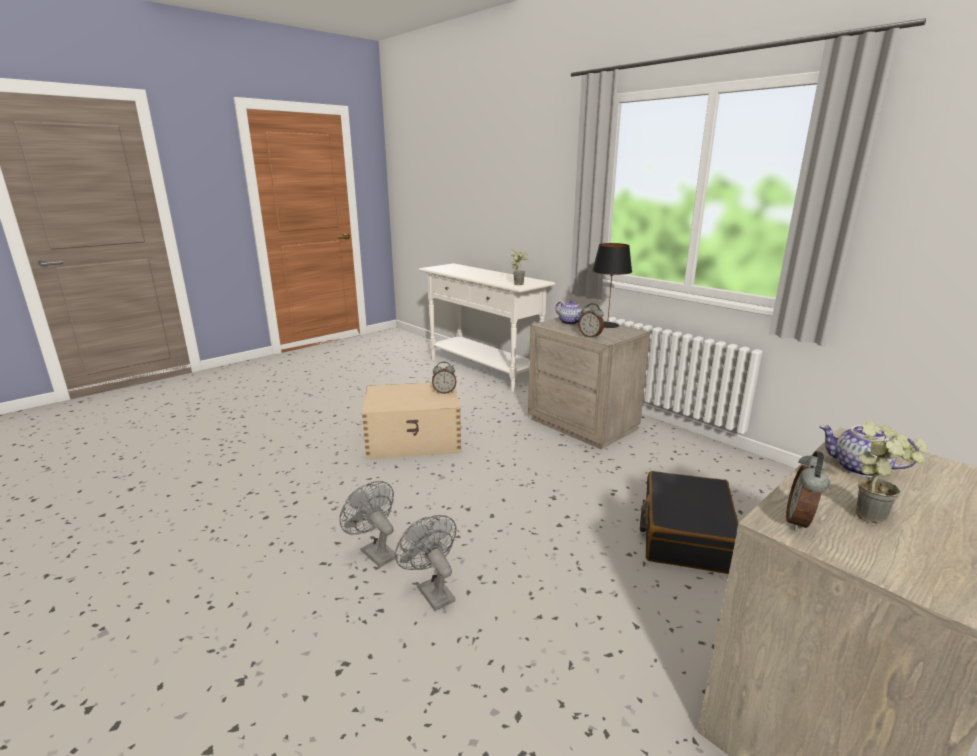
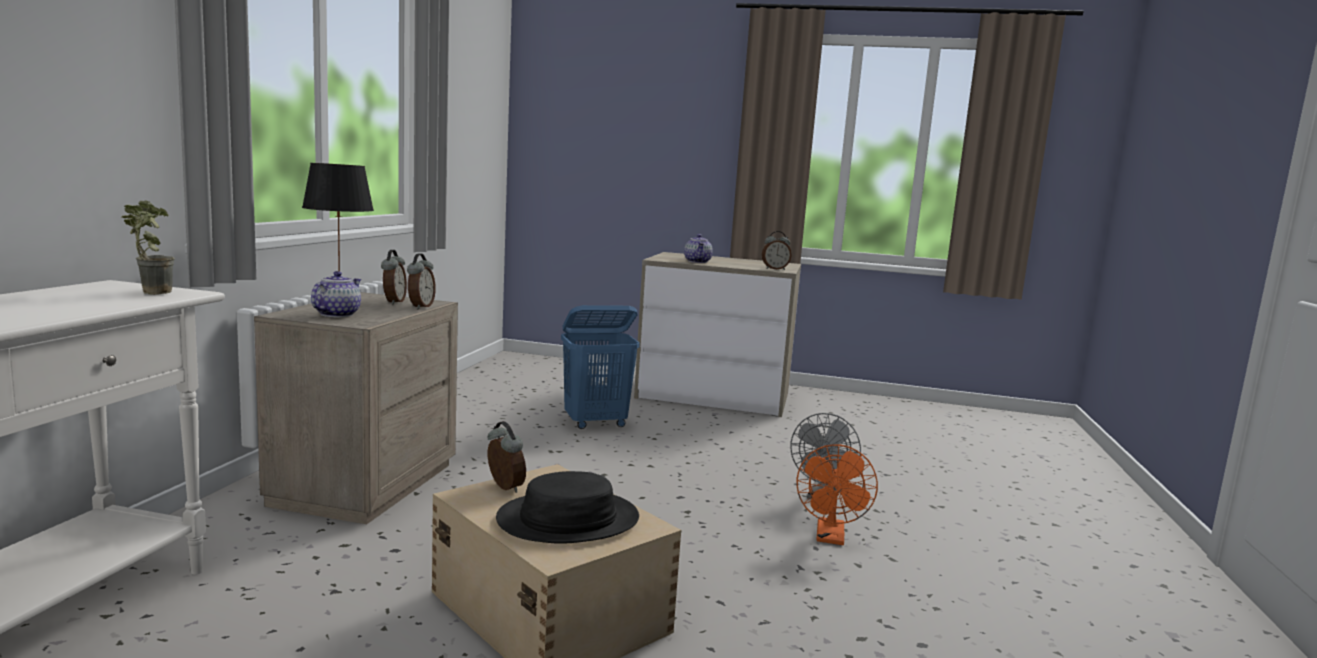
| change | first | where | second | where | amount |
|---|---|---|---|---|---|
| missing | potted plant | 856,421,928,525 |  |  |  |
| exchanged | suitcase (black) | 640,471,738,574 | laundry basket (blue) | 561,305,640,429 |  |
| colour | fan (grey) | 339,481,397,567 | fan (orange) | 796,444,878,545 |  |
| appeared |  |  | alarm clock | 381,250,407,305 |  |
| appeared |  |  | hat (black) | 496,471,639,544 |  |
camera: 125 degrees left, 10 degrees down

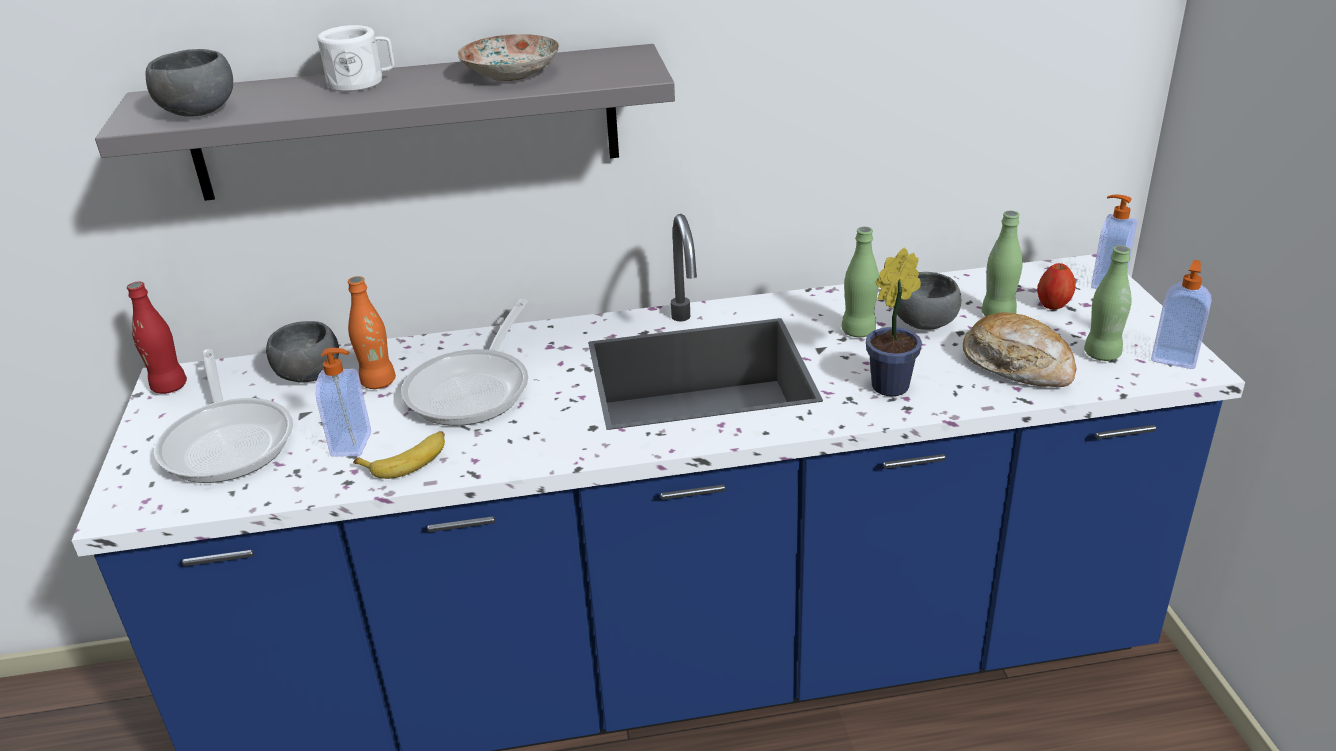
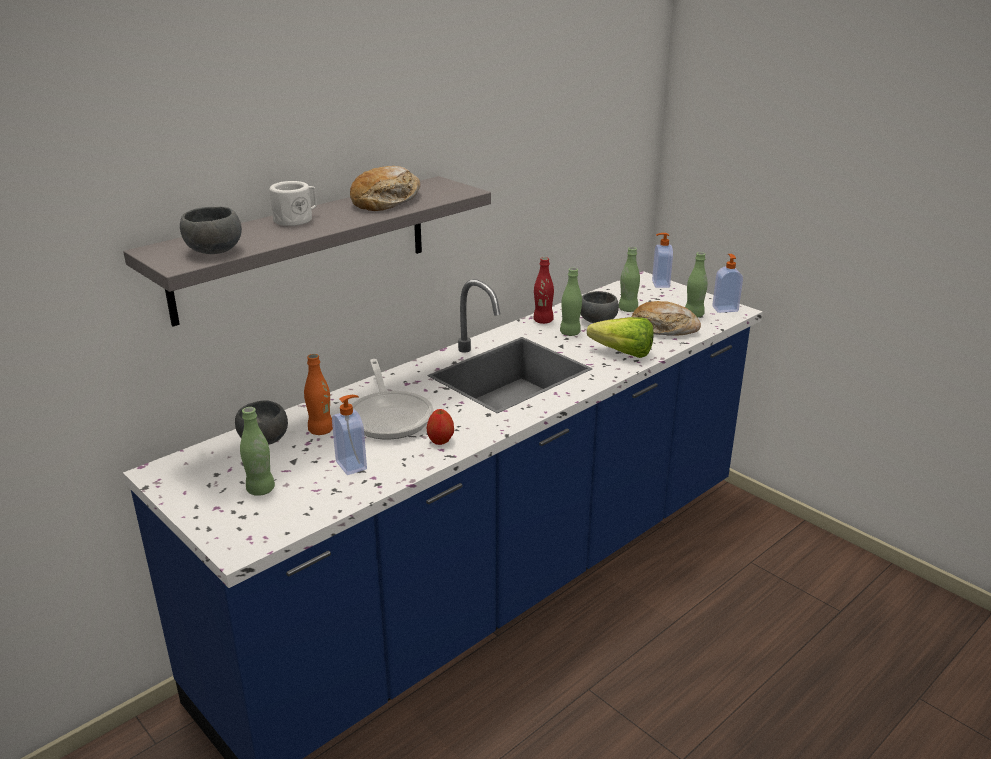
| change | first | where | second | where | amount |
|---|---|---|---|---|---|
| exchanged | plate | 457,34,559,81 | bread | 350,166,421,211 |  |
| exchanged | potted plant | 866,248,922,396 | lettuce | 587,317,654,358 |  |
| relocated | apple | 1037,263,1076,309 |  | 427,409,454,445 |  |
| relocated | bottle (red) | 127,282,187,394 |  | 533,257,554,324 |  |
| exchanged | frying pan | 154,349,293,483 | bottle (green) | 240,407,275,496 |  |
| missing | banana | 353,431,445,479 |  |  |  |
camera: 35 degrees left, 5 degrees down

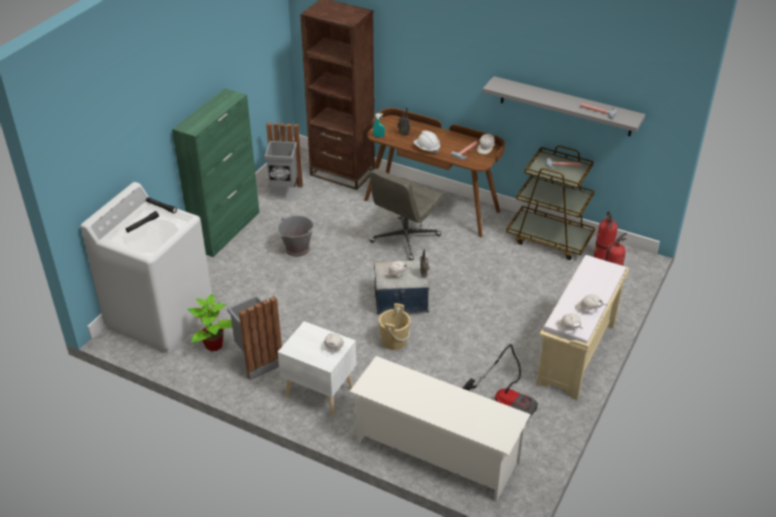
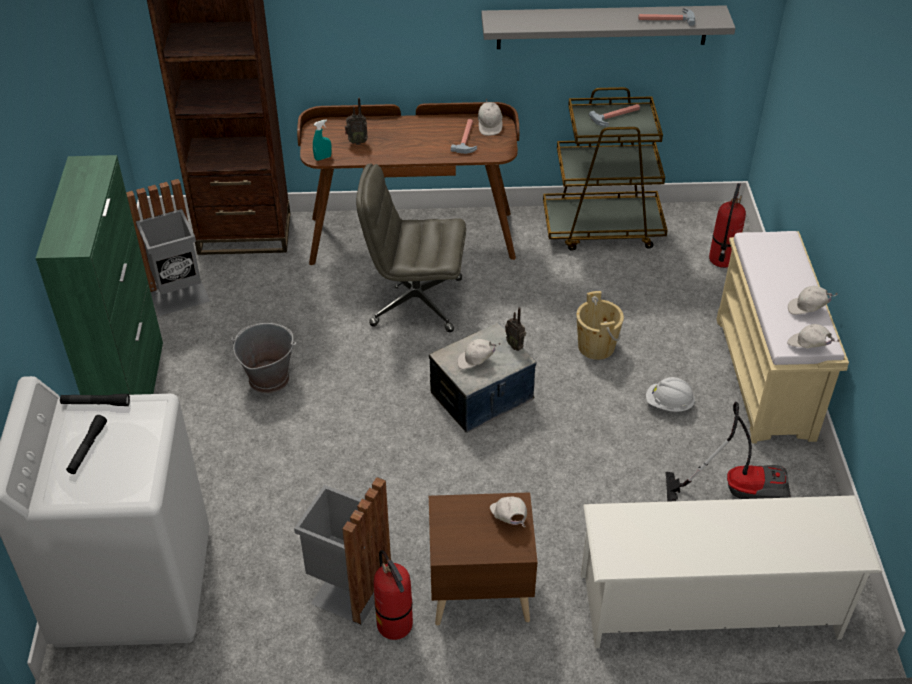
| change | first | where | second | where | amount |
|---|---|---|---|---|---|
| relocated | hard hat (white) | 413,131,440,153 |  | 646,377,695,412 |  |
| spun | office chair (grey) | 370,169,443,260 |  | 356,164,466,332 | 90 degrees clockwise |
| relocated | fire extinguisher | 594,211,617,260 |  | 374,550,413,640 |  |
| missing | potted plant | 187,294,232,351 |  |  |  |
| relocated | bucket (beige) | 378,303,411,350 |  | 576,291,624,360 |  |
| colour | nightstand (white) | 278,321,356,416 | nightstand (brown) | 429,492,537,625 |  |
camera: 30 degrees left, 5 degrees up

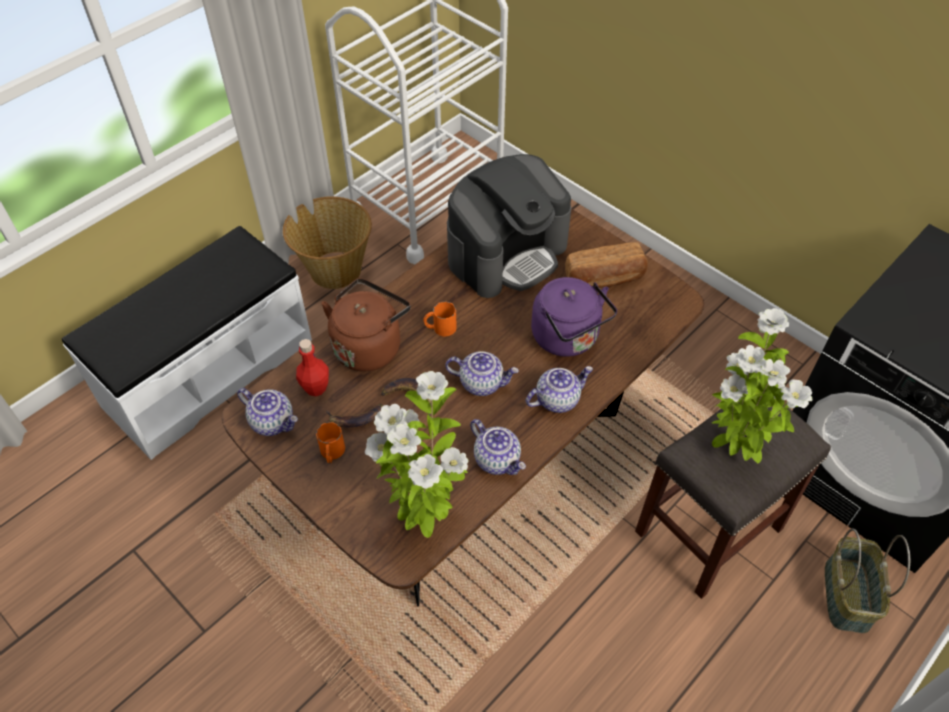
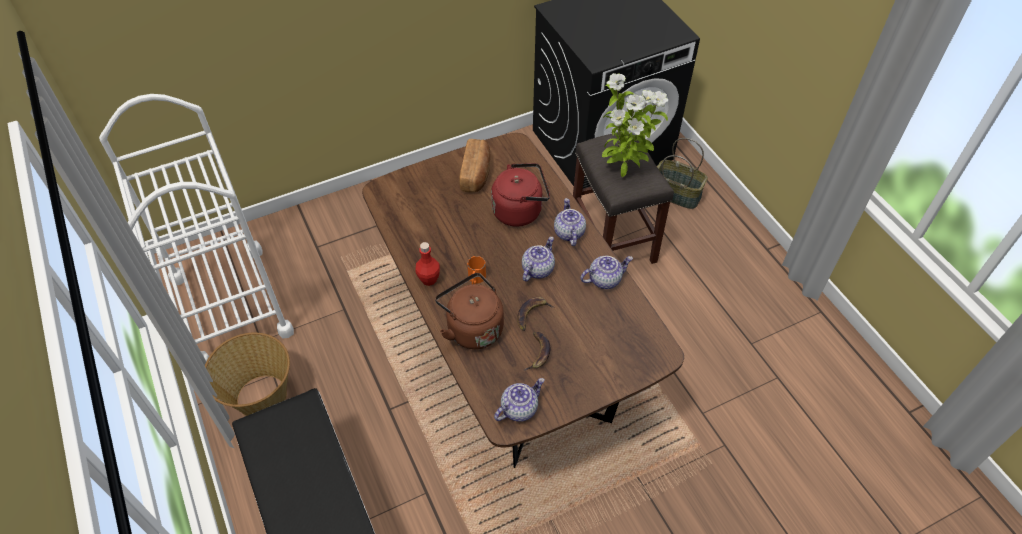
| change | first | where | second | where | amount |
|---|---|---|---|---|---|
| missing | coffee machine | 447,154,571,298 |  |  |  |
| colour | kettle (purple) | 531,277,617,357 | kettle (red) | 491,163,550,227 |  |
| relocated | bottle (red) | 296,339,329,396 |  | 415,242,440,286 |  |
| missing | potted plant | 365,371,469,538 |  |  |  |
| missing | mug (orange) | 316,422,345,464 |  |  |  |
camera: 70 degrees left, 0 degrees up

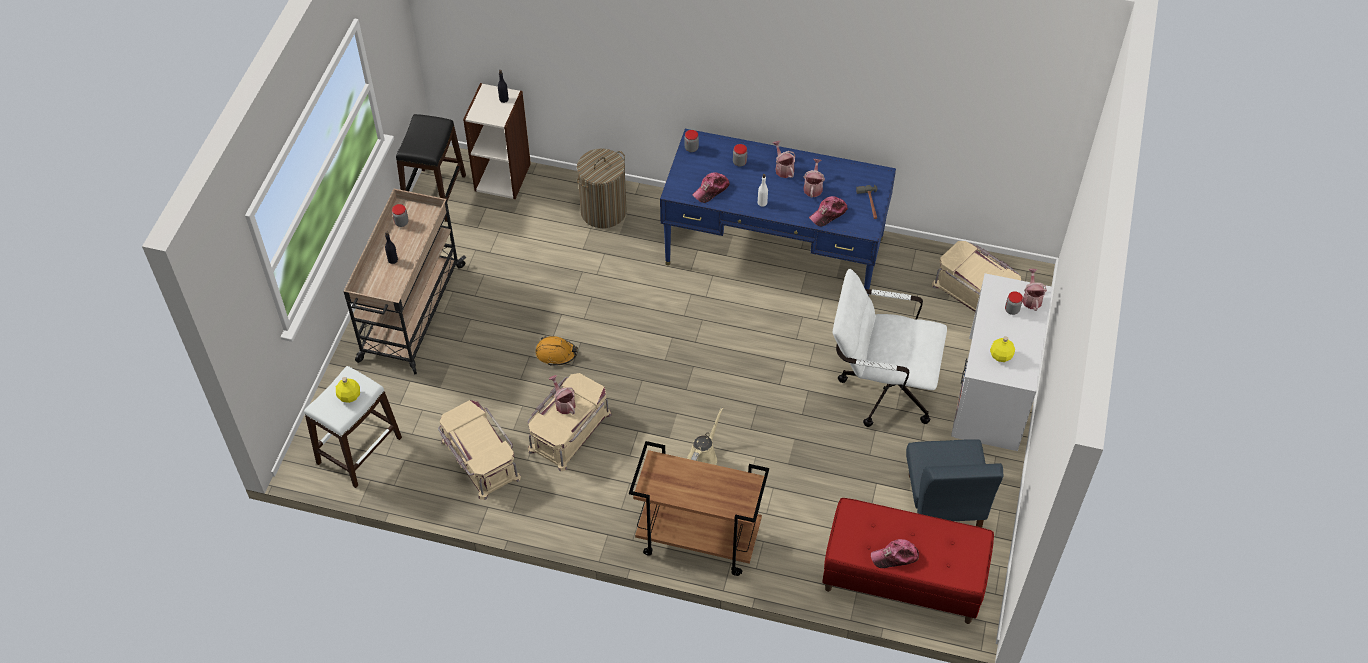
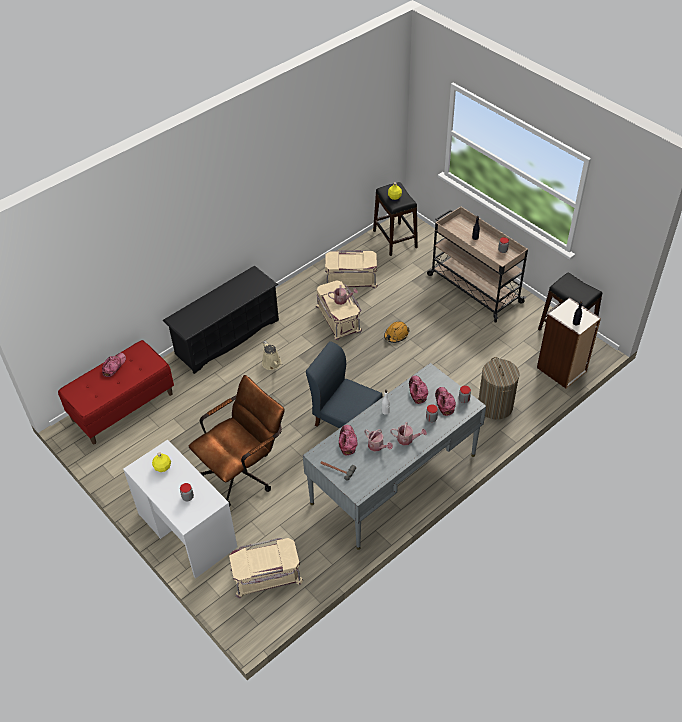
| change | first | where | second | where | amount |
|---|---|---|---|---|---|
| colour | desk (blue) | 660,129,896,295 | desk (grey) | 303,363,486,550 |  |
| colour | office chair (white) | 833,269,947,427 | office chair (brown) | 188,375,284,507 |  |
| missing | watering can | 1022,269,1047,311 |  |  |  |
| colour | stool (white) | 304,366,402,488 | stool (black) | 373,182,418,256 |  |
| relocated | chair (blue) | 906,439,1003,528 |  | 306,341,383,428 |  |
| exchanged | cart (brown) | 629,441,769,576 | shoe rack (black) | 163,265,279,374 |  |
| appeared |  |  | cap | 435,387,456,416 |  |
camera: 125 degrees right, 5 degrees down

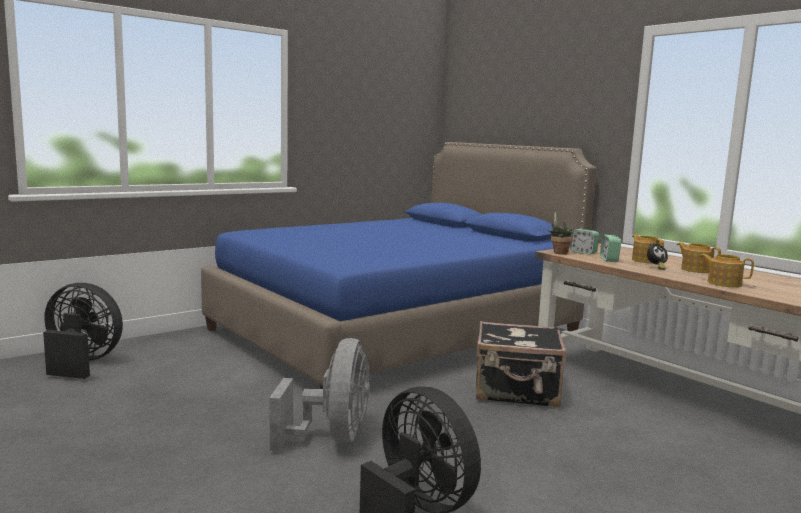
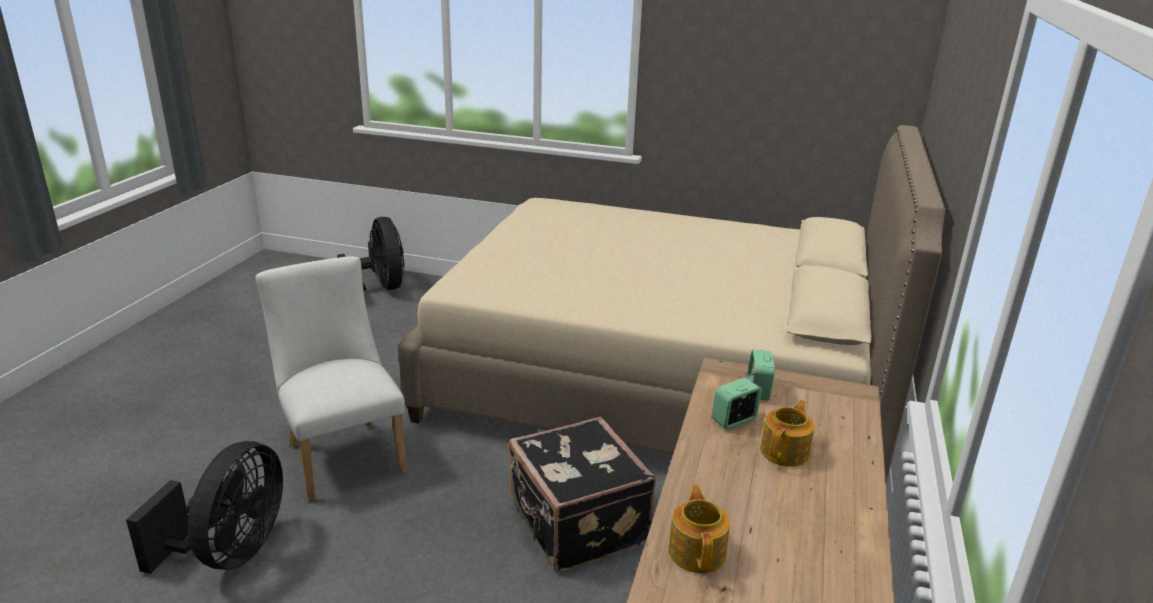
| change | first | where | second | where | amount |
|---|---|---|---|---|---|
| colour | bed (blue) | 201,142,597,389 | bed (beige) | 398,125,945,484 |  |
| missing | potted plant | 548,212,574,255 |  |  |  |
| missing | alarm clock | 647,242,668,270 |  |  |  |
| missing | teapot | 677,242,721,273 |  |  |  |
| exchanged | fan (grey) | 269,338,370,451 | chair (white) | 256,256,407,501 |  |
camera: 55 degrees right, 15 degrees up

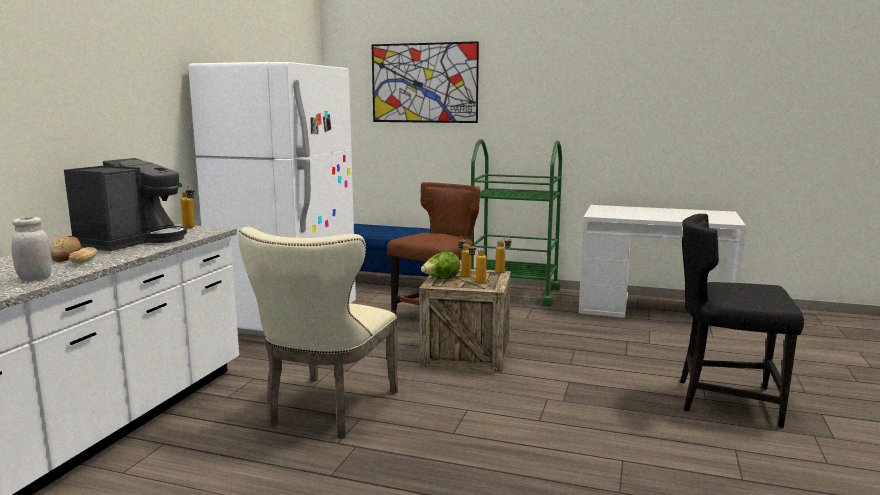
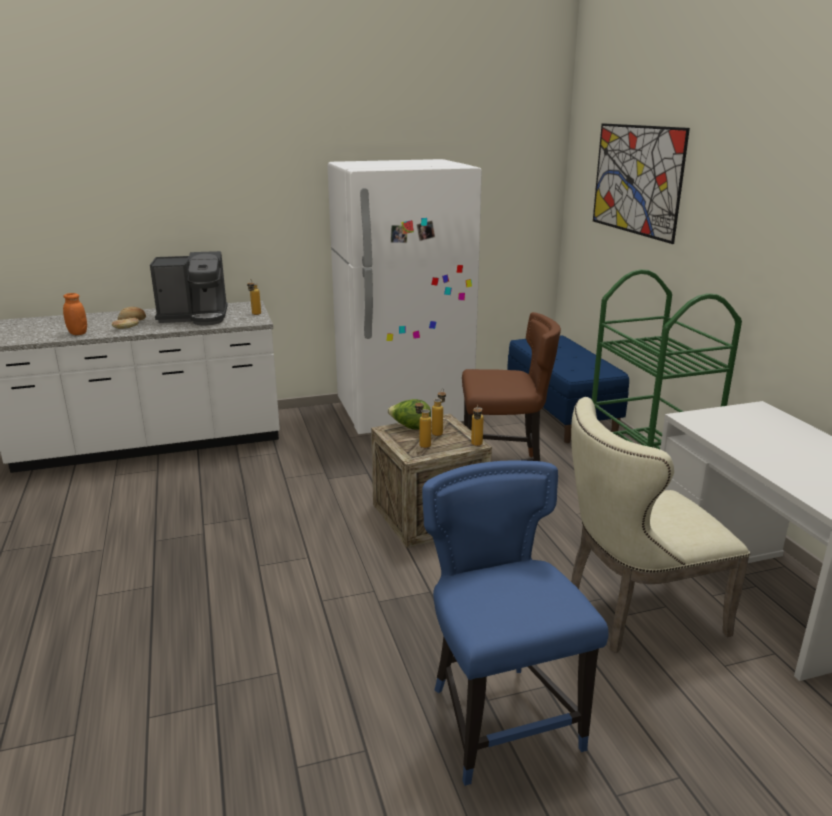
| change | first | where | second | where | amount |
|---|---|---|---|---|---|
| colour | chair (black) | 680,214,804,428 | chair (blue) | 422,461,609,786 |  |
| colour | jar (white) | 12,217,52,281 | jar (orange) | 63,293,87,335 |  |
| relocated | chair (beige) | 238,227,398,439 |  | 571,397,750,653 |  |
camera: 55 degrees right, 10 degrees up

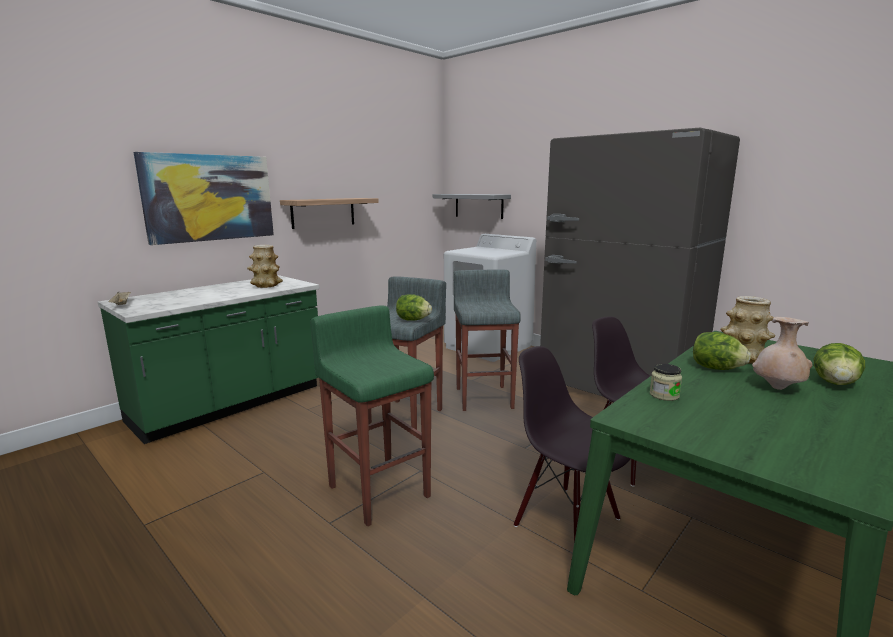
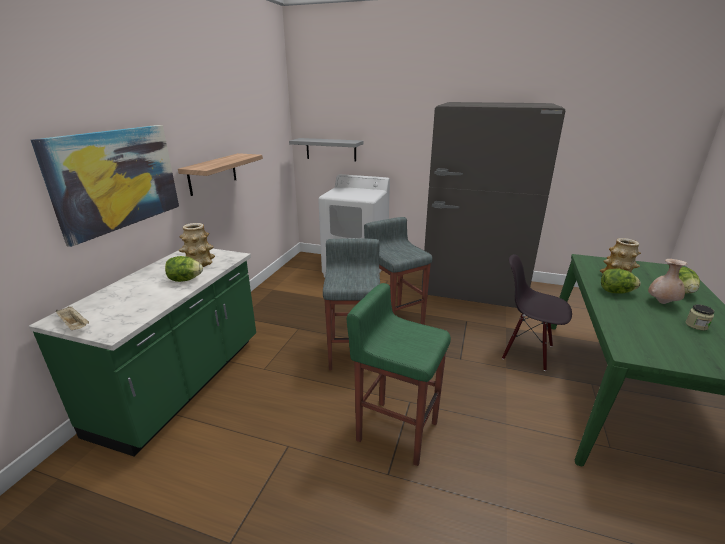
| change | first | where | second | where | amount |
|---|---|---|---|---|---|
| relocated | lettuce | 396,294,432,321 |  | 165,256,203,282 |  |
| missing | chair (black) | 514,346,631,542 |  |  |  |
| relocated | jar | 650,364,682,401 |  | 685,304,715,330 |  |
camera: 25 degrees left, 10 degrees up

